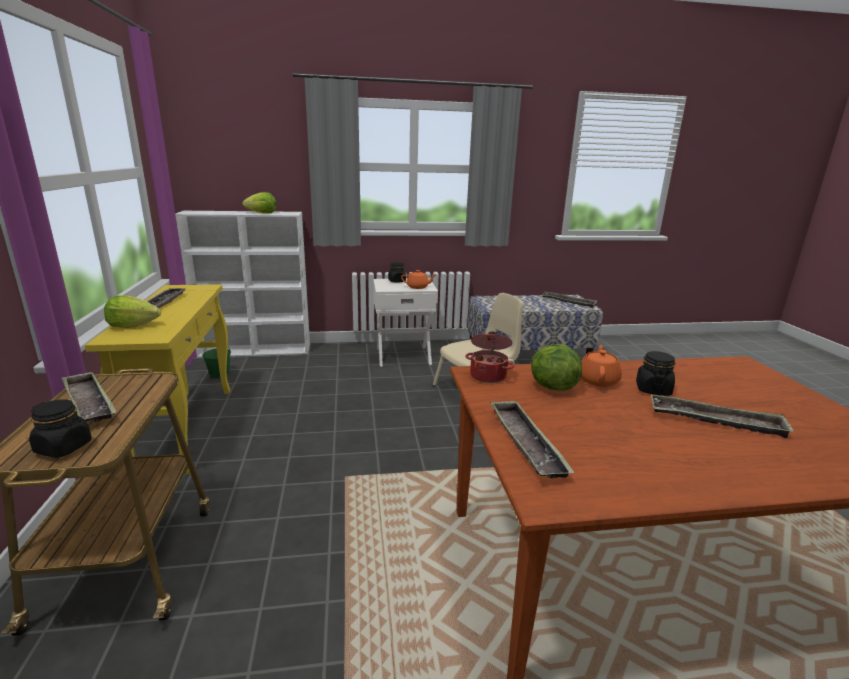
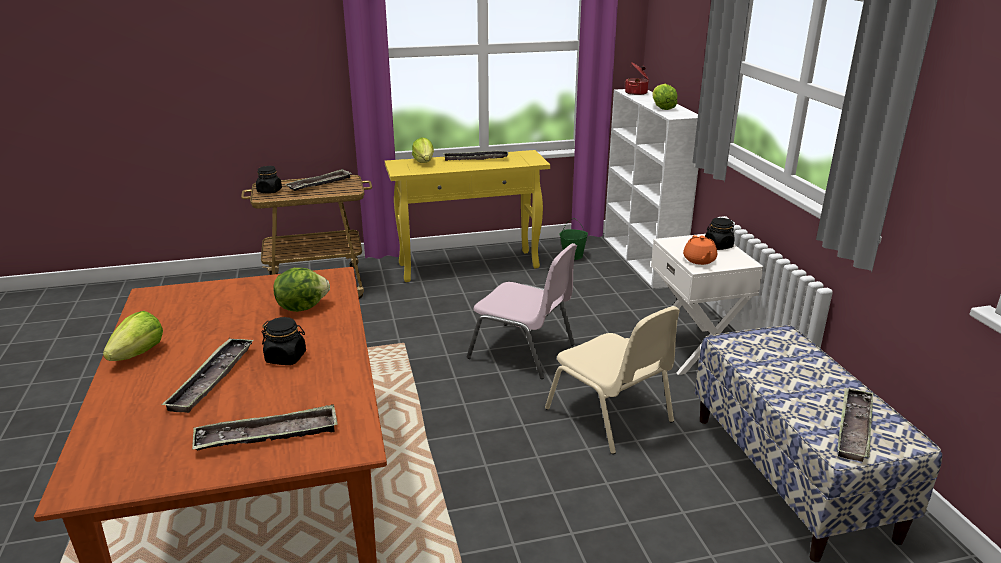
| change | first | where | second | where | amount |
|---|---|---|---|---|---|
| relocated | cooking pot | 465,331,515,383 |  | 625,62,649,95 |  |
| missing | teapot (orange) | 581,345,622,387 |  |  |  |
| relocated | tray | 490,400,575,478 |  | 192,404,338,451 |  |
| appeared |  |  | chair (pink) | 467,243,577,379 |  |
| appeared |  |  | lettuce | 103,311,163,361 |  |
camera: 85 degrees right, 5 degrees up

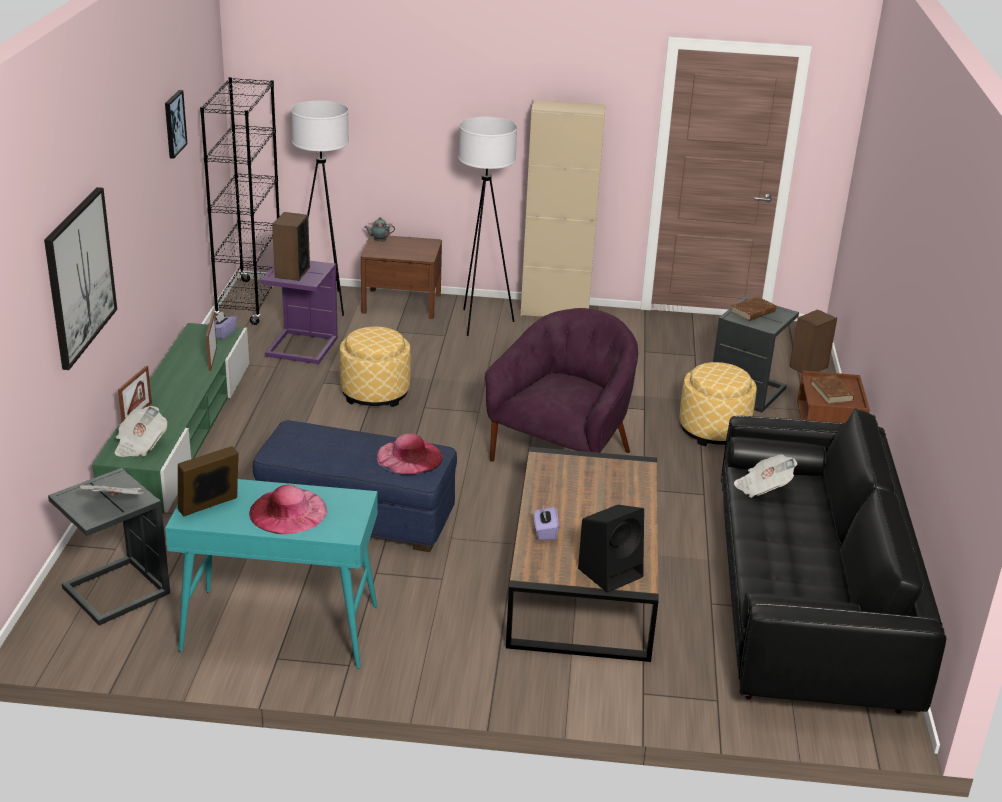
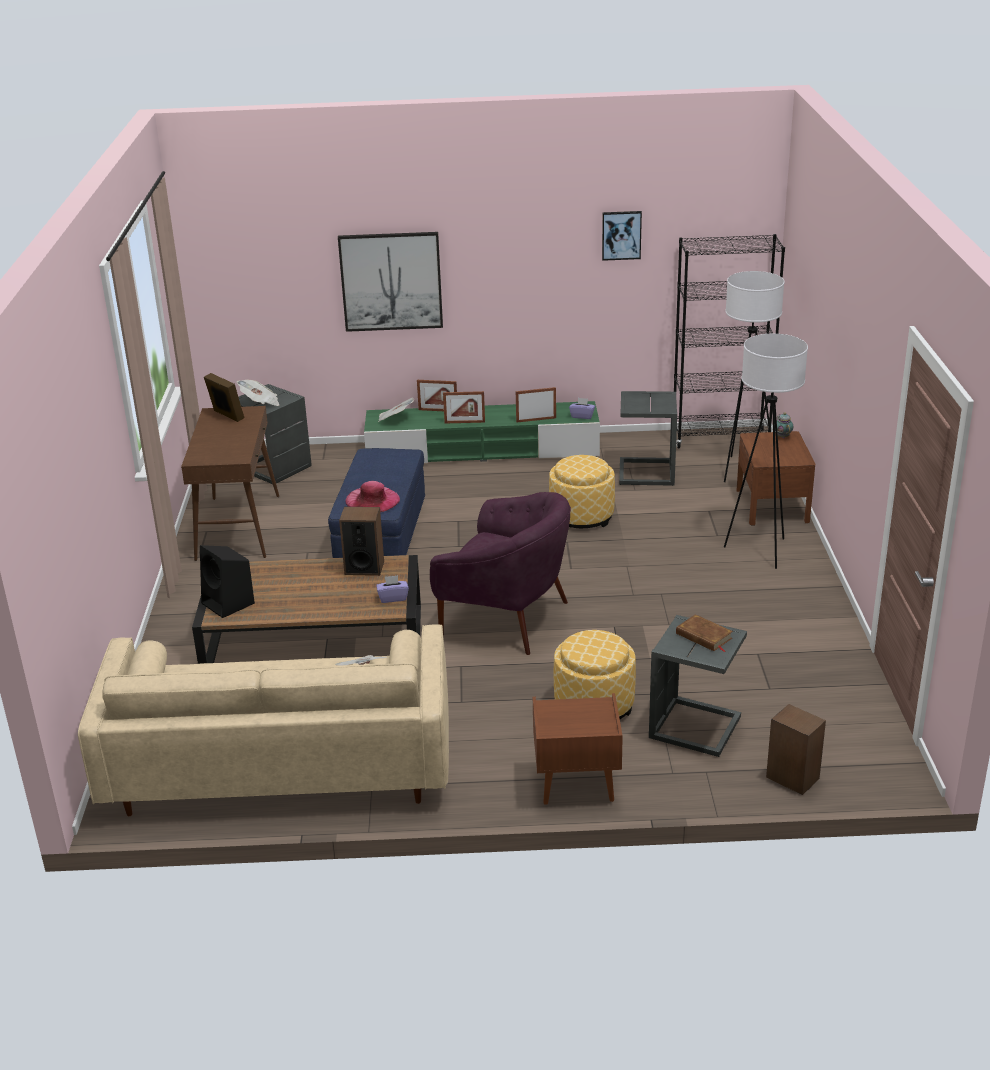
| change | first | where | second | where | amount |
|---|---|---|---|---|---|
| missing | cabinet (beige) | 521,100,606,317 |  |  |  |
| relocated | speaker | 272,212,310,281 |  | 339,507,384,576 |  |
| colour | side table (purple) | 261,261,338,364 | side table (grey) | 619,391,677,486 |  |
| missing | book (brown) | 810,375,854,404 |  |  |  |
| colour | sofa (black) | 721,408,946,714 | sofa (beige) | 78,624,449,816 |  |
| colour | console table (turquoise) | 165,479,378,669 | console table (brown) | 181,406,279,561 |  |
| missing | hat (pink) | 249,485,327,534 |  |  |  |
| relocated | tissue box (purple) | 534,506,559,540 |  | 376,575,409,603 |  |
| appeared |  |  | picture frame | 443,391,485,424 |  |
camera: 85 degrees right, 0 degrees up

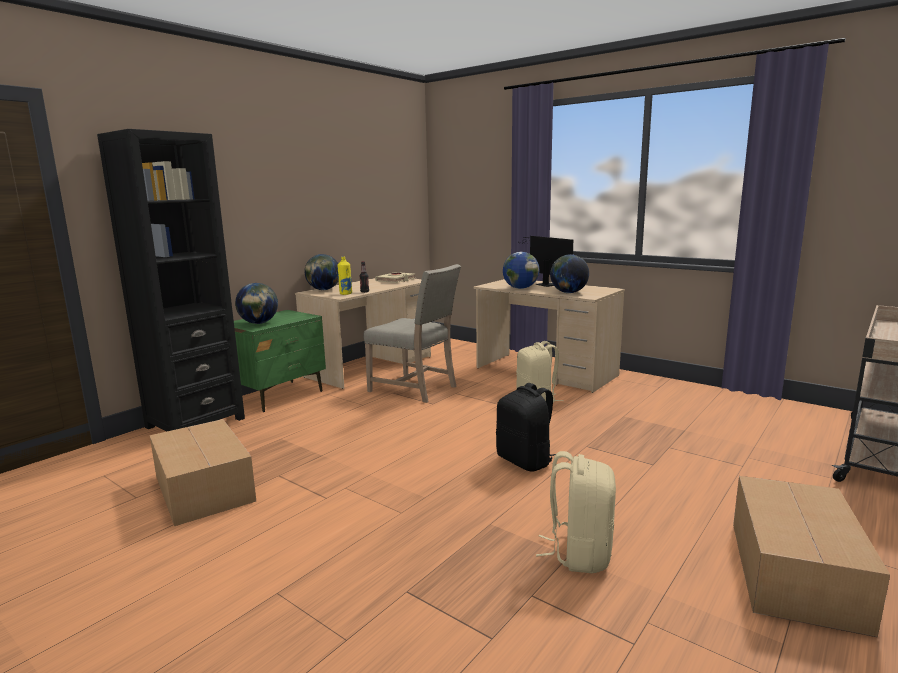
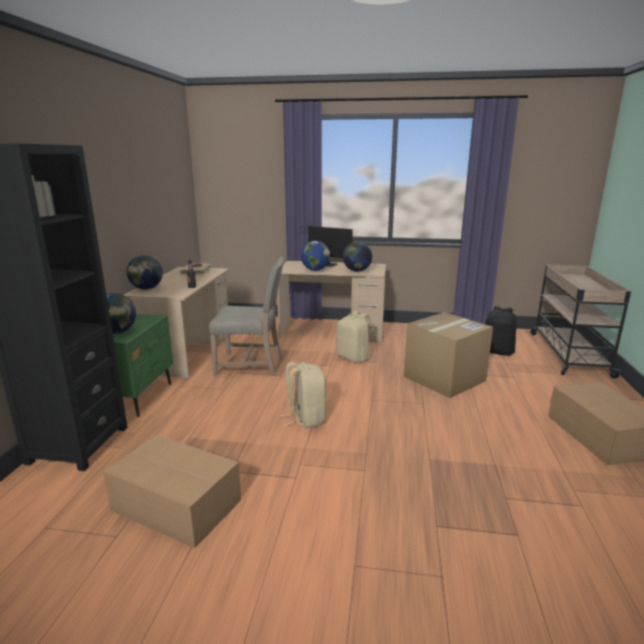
| change | first | where | second | where | amount |
|---|---|---|---|---|---|
| missing | bottle (yellow) | 337,257,352,295 |  |  |  |
| relocated | backpack (black) | 496,383,556,472 |  | 485,306,517,356 |  |
| relocated | backpack (beige) | 536,451,616,573 |  | 280,362,326,428 |  |
| appeared |  |  | cardboard box | 404,312,493,398 |  |
camera: 30 degrees left, 5 degrees up

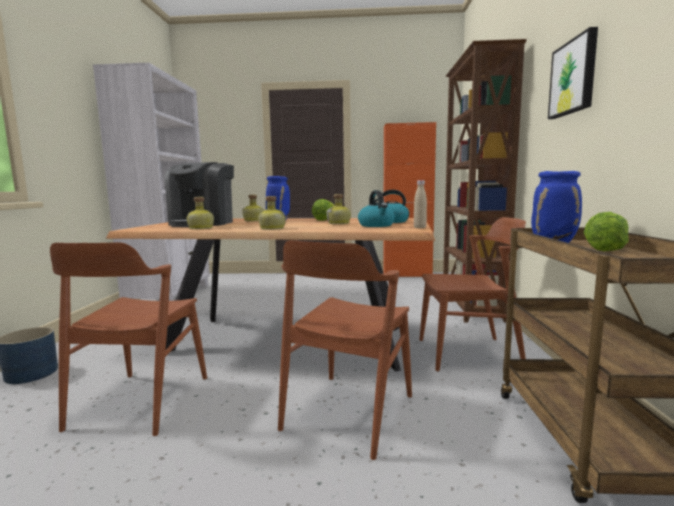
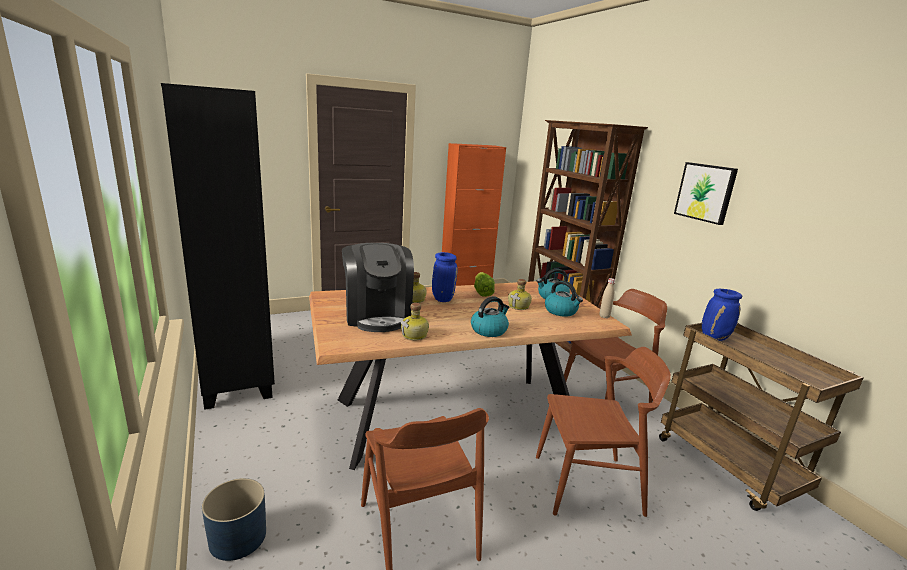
| change | first | where | second | where | amount |
|---|---|---|---|---|---|
| colour | bookcase (white) | 93,63,210,301 | bookcase (black) | 161,83,275,410 |  |
| exchanged | bottle | 258,196,286,230 | kettle | 471,296,509,337 |  |
| missing | lettuce | 584,212,629,251 |  |  |  |
| spun | chair (brown) | 278,240,412,460 |  | 536,347,671,517 | 90 degrees counterclockwise |
camera: 30 degrees left, 10 degrees up

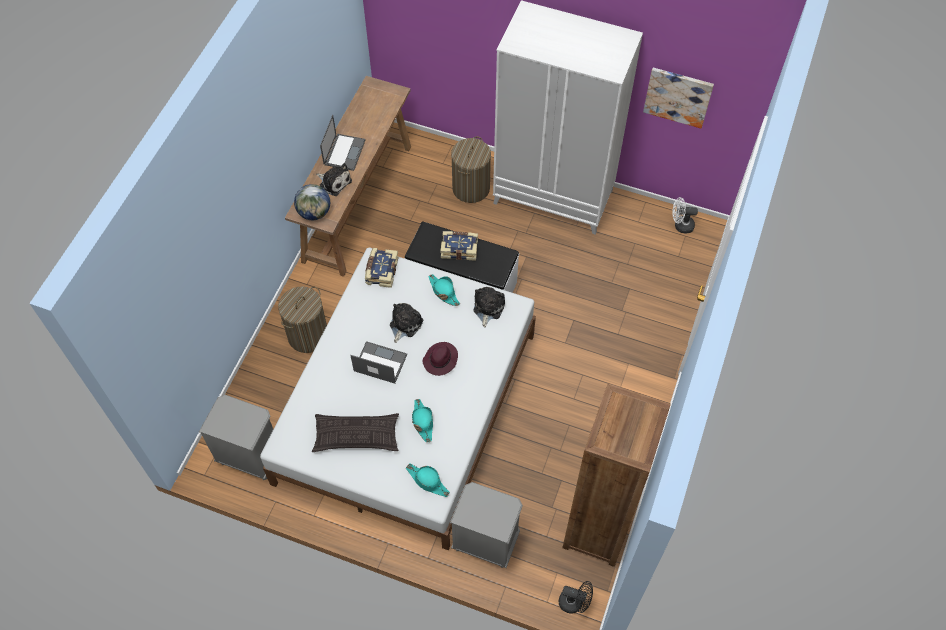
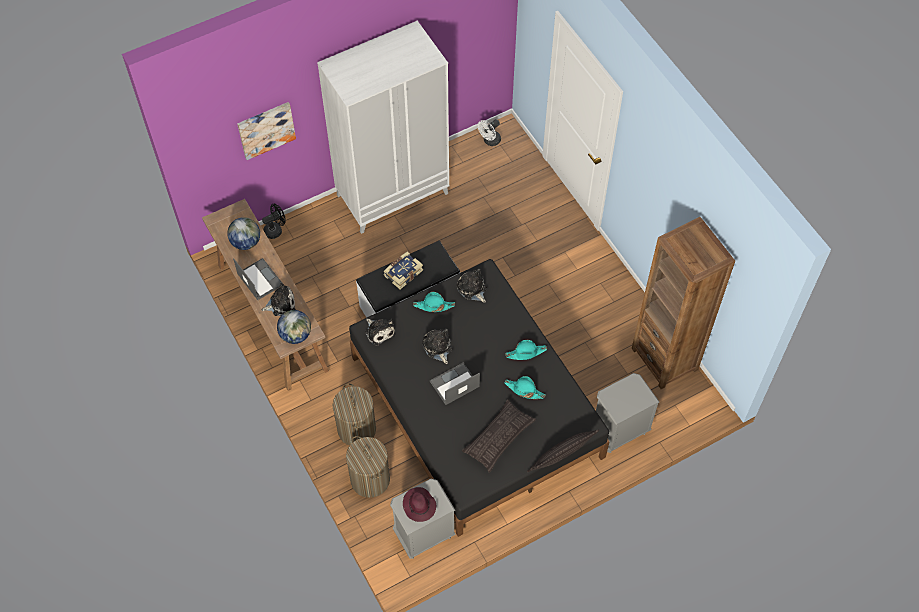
| change | first | where | second | where | amount |
|---|---|---|---|---|---|
| relocated | picture | 643,68,714,128 |  | 237,102,296,160 |  |
| relocated | laundry basket | 451,136,491,203 |  | 346,436,390,498 |  |
| colour | bed (white) | 260,247,536,550 | bed (black) | 349,259,609,537 |  |
| exchanged | book | 365,248,398,288 | plush toy | 365,318,396,346 |  |
| relocated | hat (purple) | 422,342,458,376 |  | 403,487,436,522 |  |
| relocated | hat (turquoise) | 406,463,450,497 |  | 506,340,547,360 |  |
| relocated | fan (black) | 558,581,593,614 |  | 262,204,286,239 |  |
| appeared |  |  | globe | 227,217,260,250 |  |
| appeared |  |  | pillow | 527,429,599,472 |  |
camera: 50 degrees left, 0 degrees up

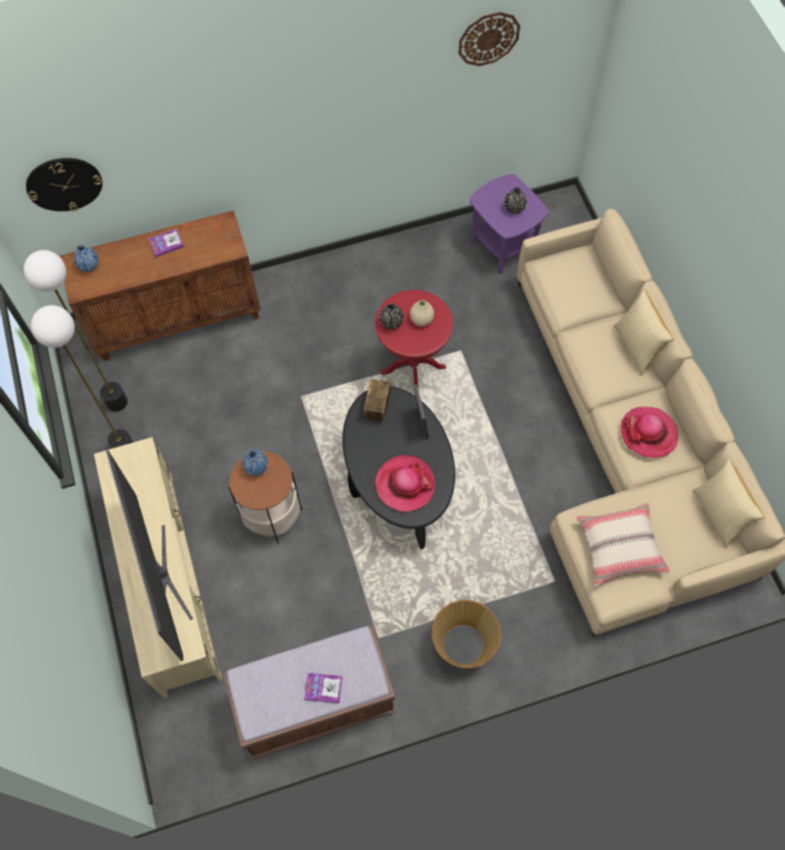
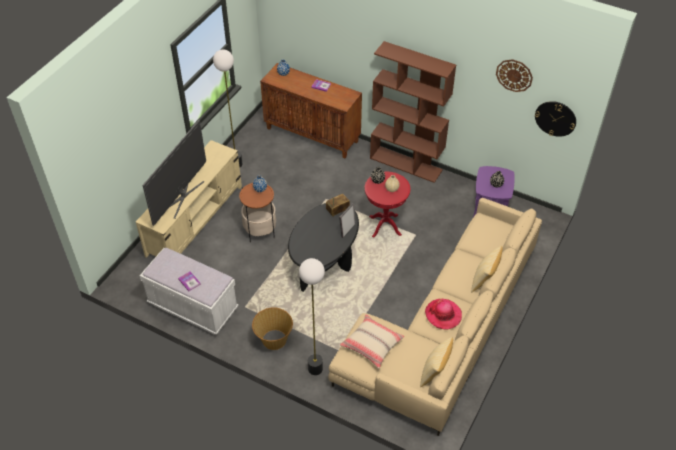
| change | first | where | second | where | amount |
|---|---|---|---|---|---|
| relocated | wall clock | 26,158,102,211 |  | 535,101,576,137 |  |
| relocated | floor lamp | 24,250,128,412 |  | 299,258,325,375 |  |
| missing | hat | 375,455,435,513 |  |  |  |
| colour | bench (brown) | 223,626,395,759 | bench (white) | 140,248,239,335 |  |
| appeared |  |  | bookcase (brown) | 370,41,456,183 |  |
camera: 45 degrees right, 15 degrees down

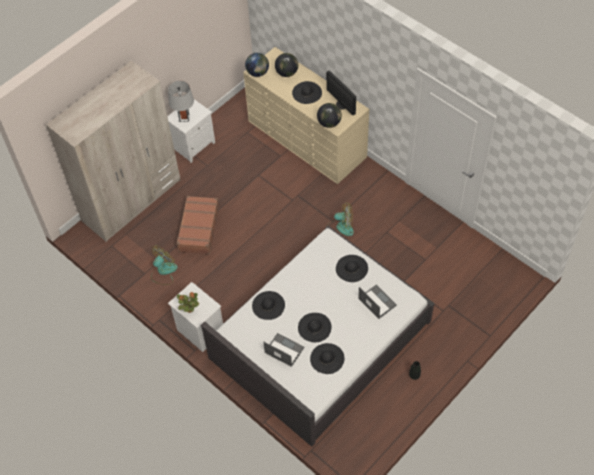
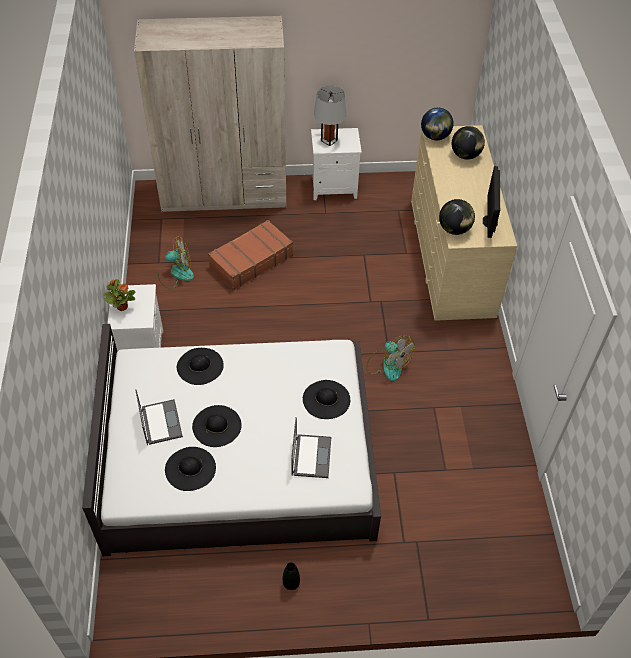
| change | first | where | second | where | amount |
|---|---|---|---|---|---|
| missing | hat (black) | 292,81,322,104 |  |  |  |
camera: 40 degrees right, 5 degrees down

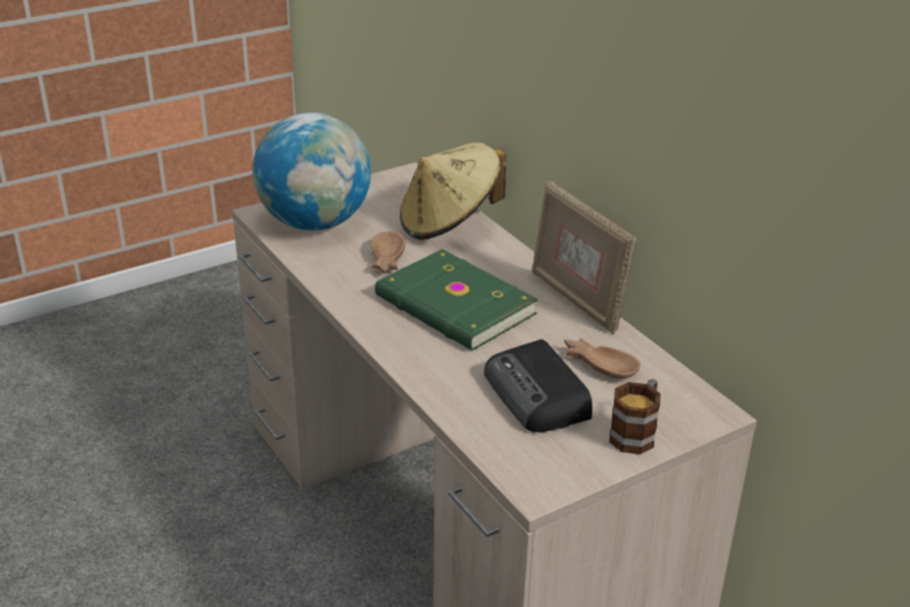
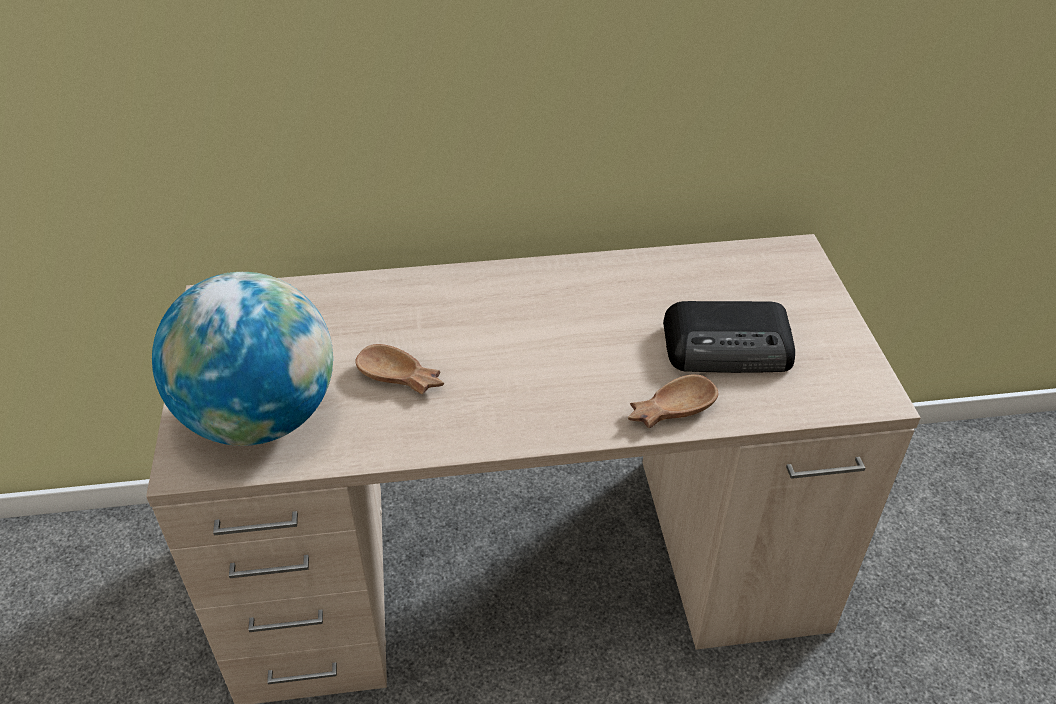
| change | first | where | second | where | amount |
|---|---|---|---|---|---|
| missing | hat (beige) | 400,142,506,240 |  |  |  |
| missing | picture frame | 532,181,636,334 |  |  |  |
| missing | book (green) | 375,249,538,351 |  |  |  |
| relocated | bowl (brown) | 564,338,640,379 |  | 628,375,718,428 |  |
| missing | mug | 609,379,660,454 |  |  |  |
camera: 65 degrees left, 10 degrees up

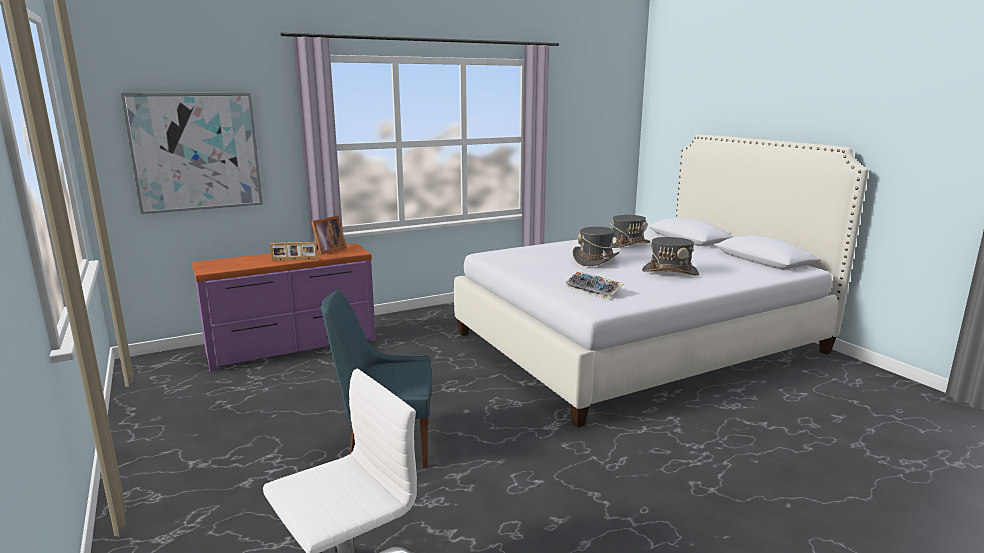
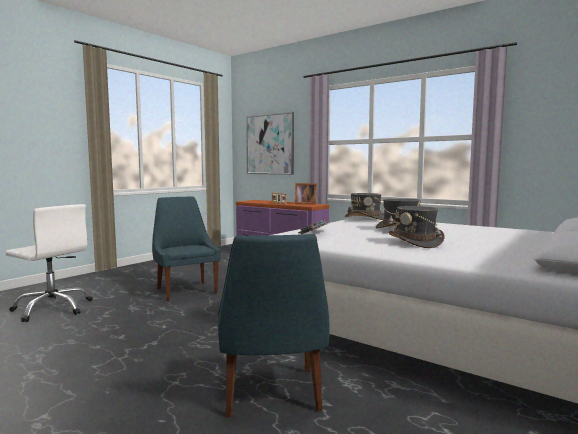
| change | first | where | second | where | amount |
|---|---|---|---|---|---|
| relocated | hat (grey) | 610,215,650,248 |  | 345,193,384,220 |  |
| appeared |  |  | chair (blue) | 218,234,330,418 |  |
camera: 65 degrees right, 10 degrees down

